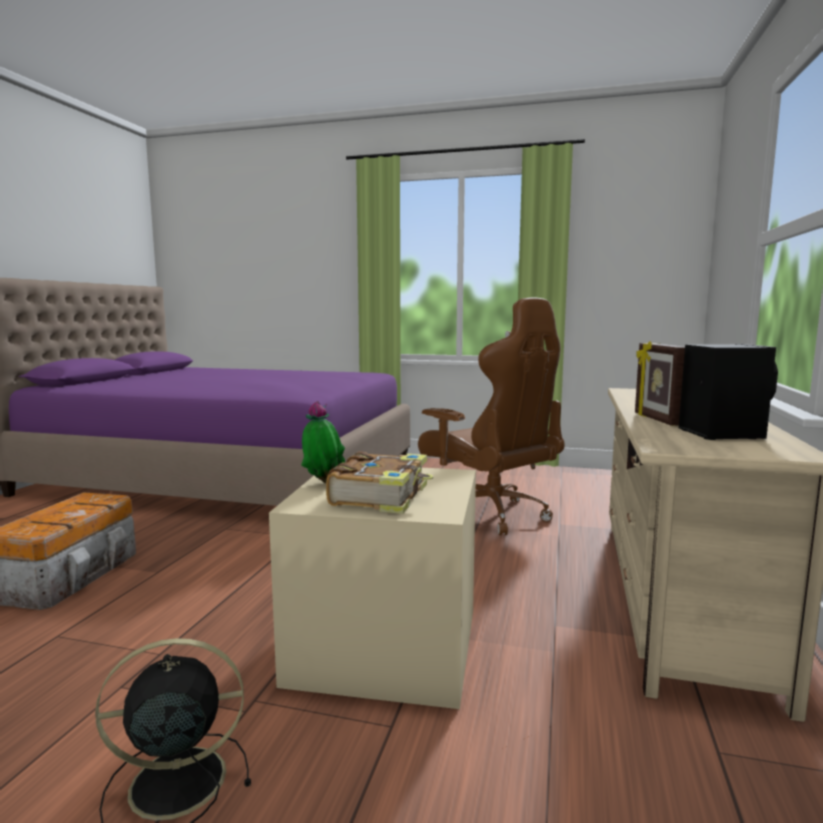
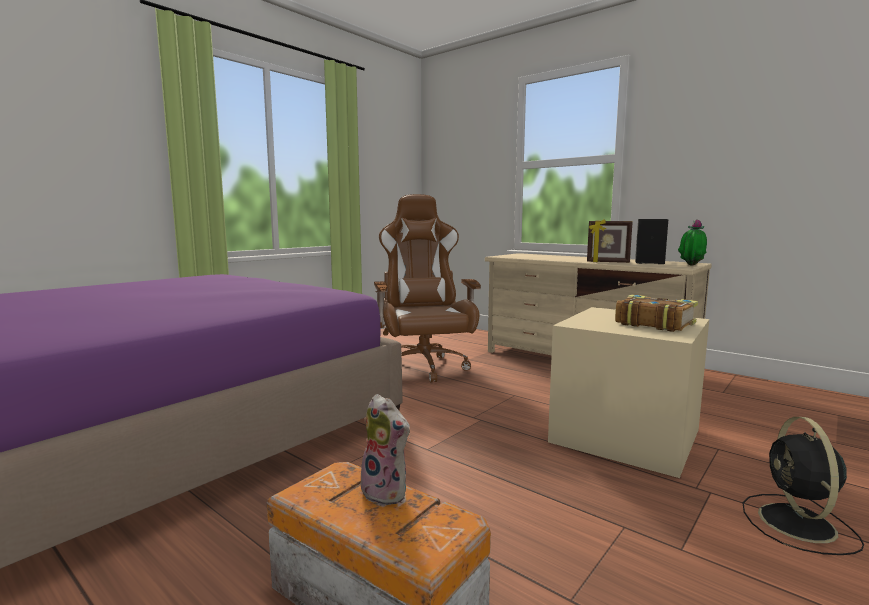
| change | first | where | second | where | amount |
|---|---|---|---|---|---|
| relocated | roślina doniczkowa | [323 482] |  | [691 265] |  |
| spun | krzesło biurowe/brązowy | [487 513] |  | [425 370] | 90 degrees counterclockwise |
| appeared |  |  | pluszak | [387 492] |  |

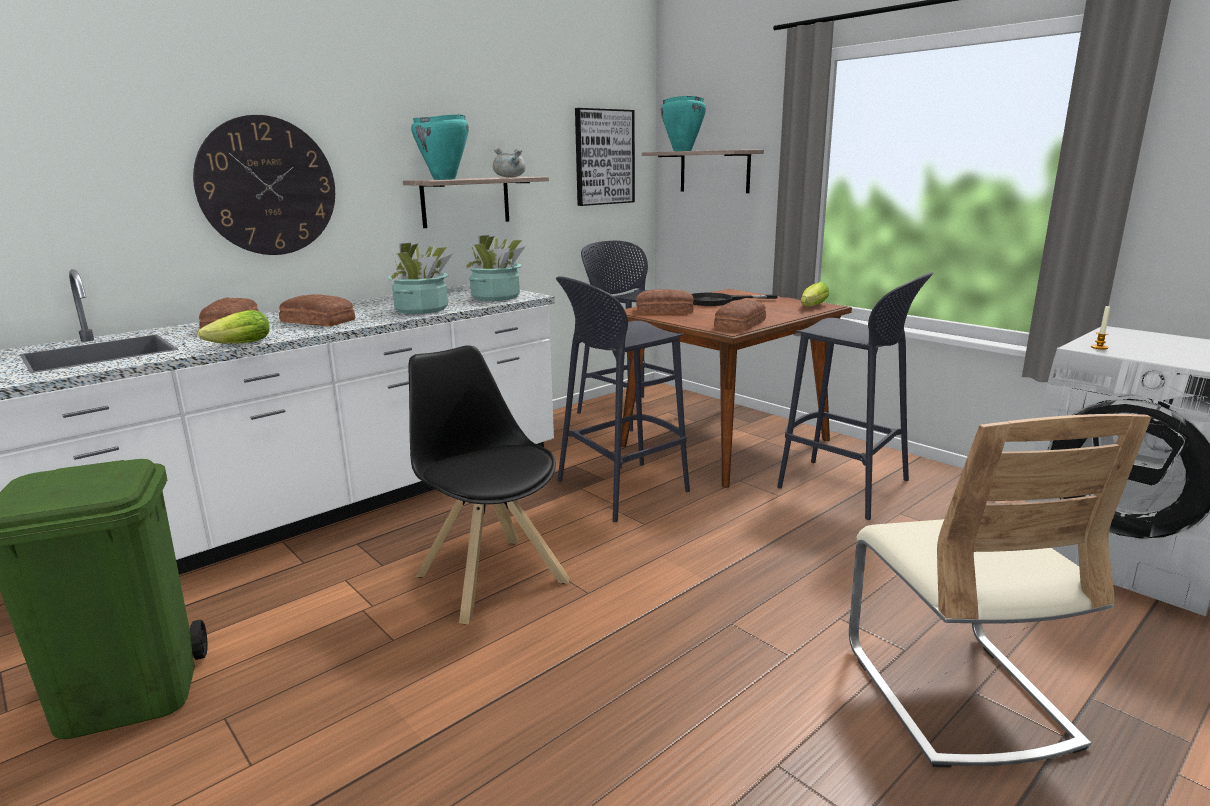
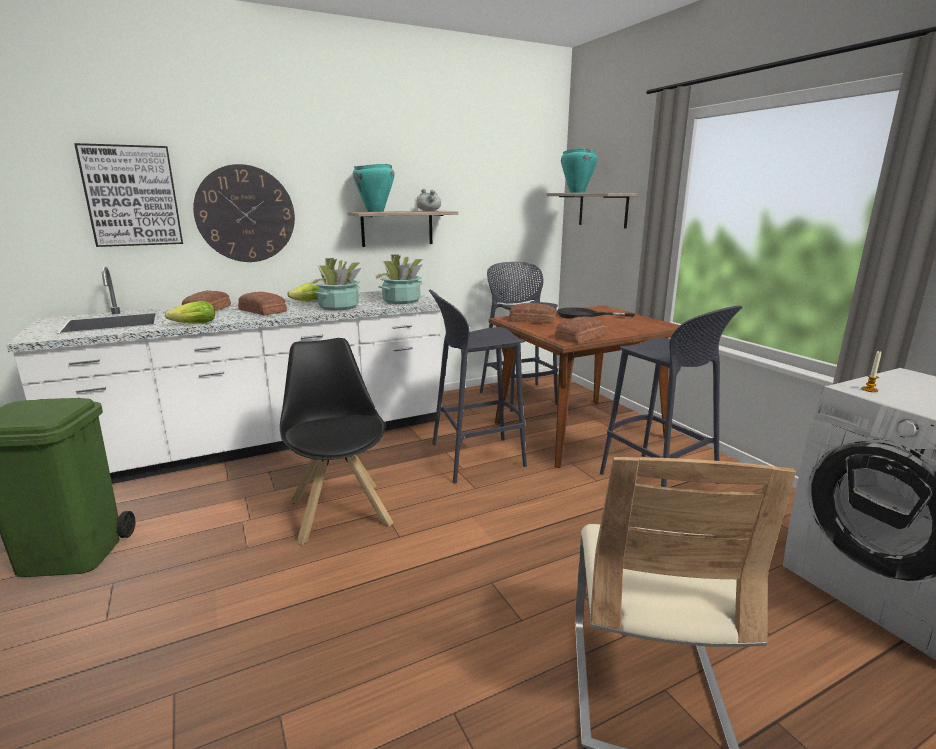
| change | first | where | second | where | amount |
|---|---|---|---|---|---|
| relocated | obraz | [604 157] |  | [132 196] |  |
| relocated | sałata | [811 307] |  | [306 301] |  |

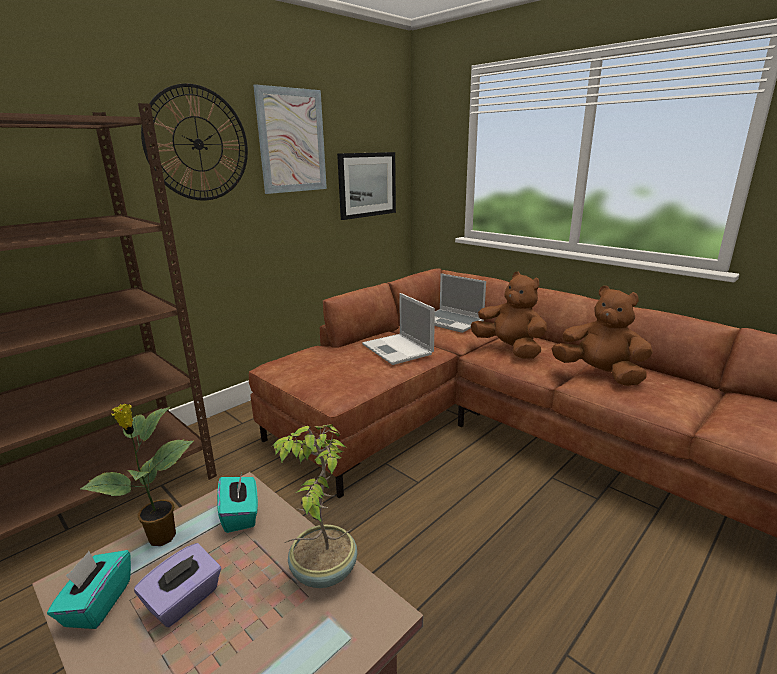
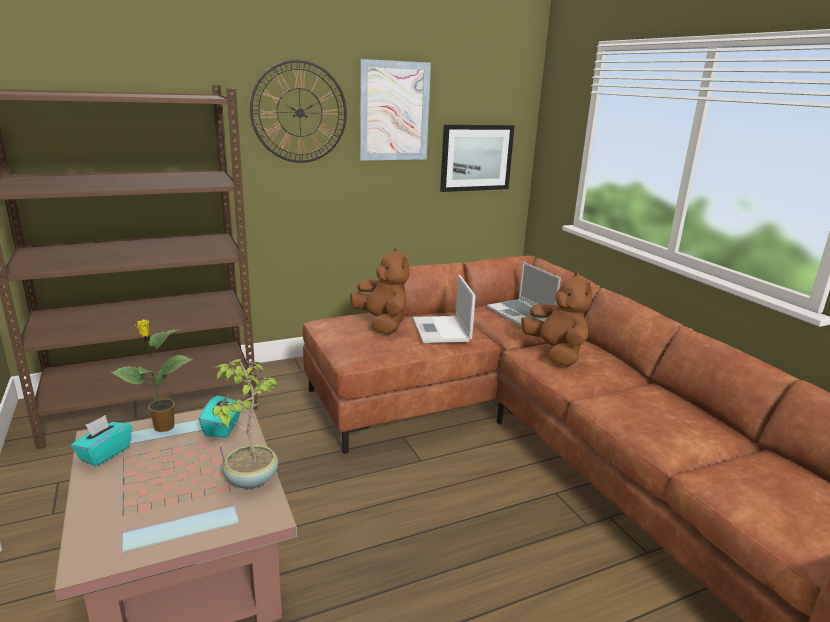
| change | first | where | second | where | amount |
|---|---|---|---|---|---|
| missing | pudełko chusteczek/fioletowy | [184 600] |  |  |  |
| relocated | pluszak/brązowy | [599 374] |  | [382 324] |  |

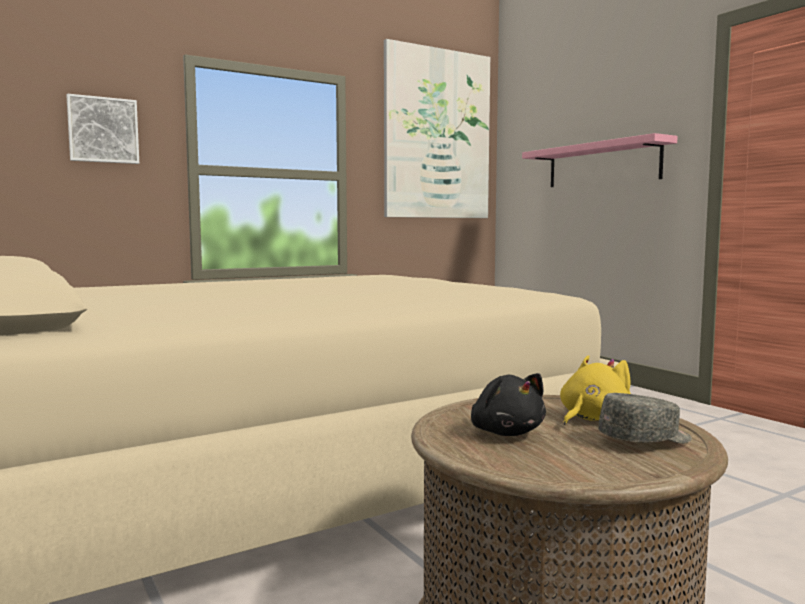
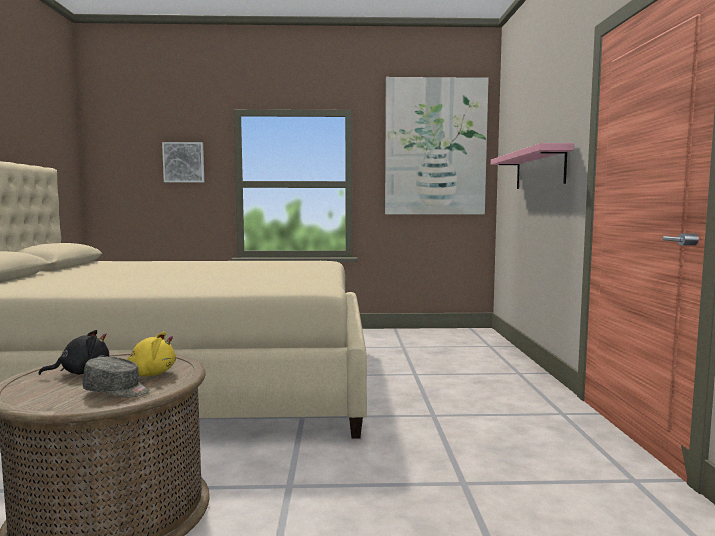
| change | first | where | second | where | amount |
|---|---|---|---|---|---|
| spun | pluszak/czarny | [505 432] |  | [81 372] | 120 degrees counterclockwise |

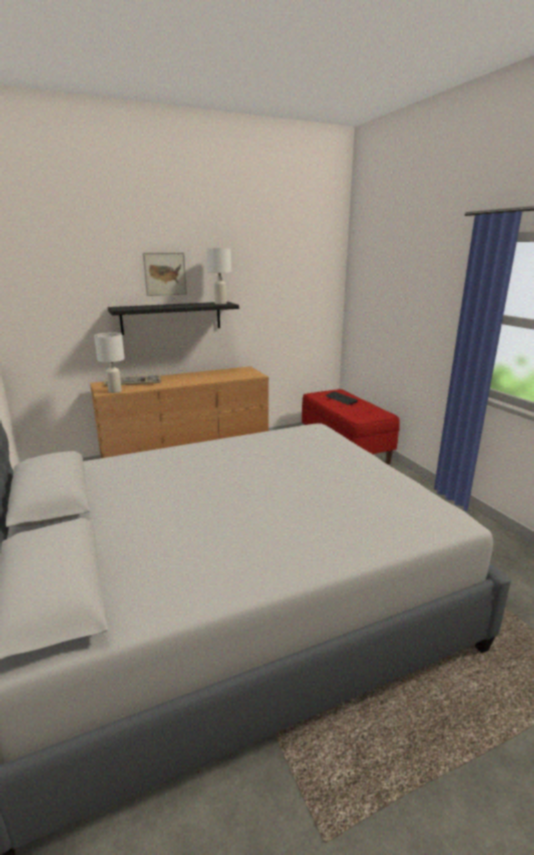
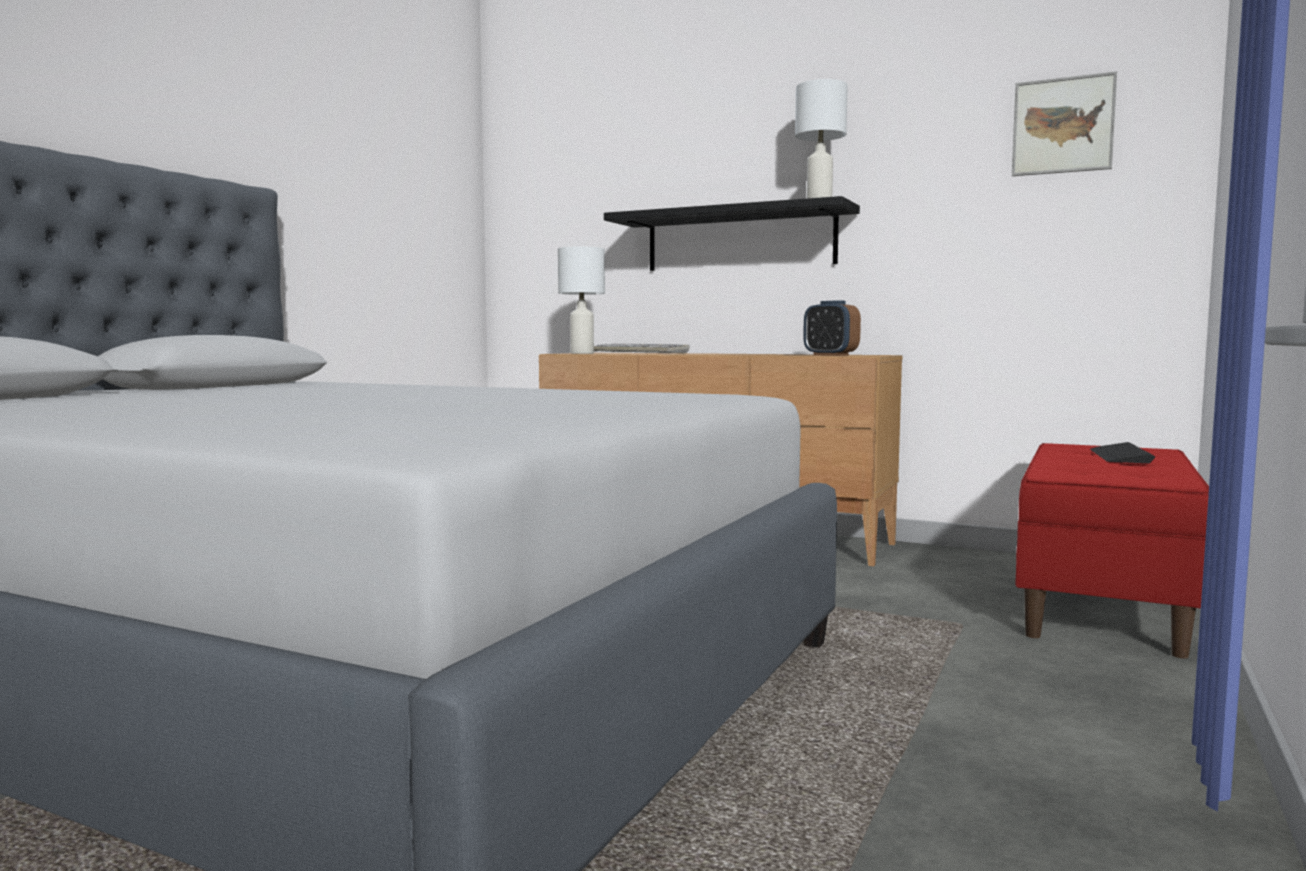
| change | first | where | second | where | amount |
|---|---|---|---|---|---|
| relocated | obraz | [165 274] |  | [1063 125] |  |
| appeared |  |  | budzik | [830 355] |  |

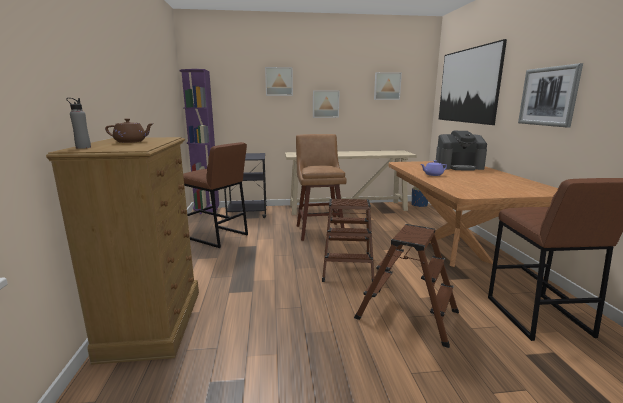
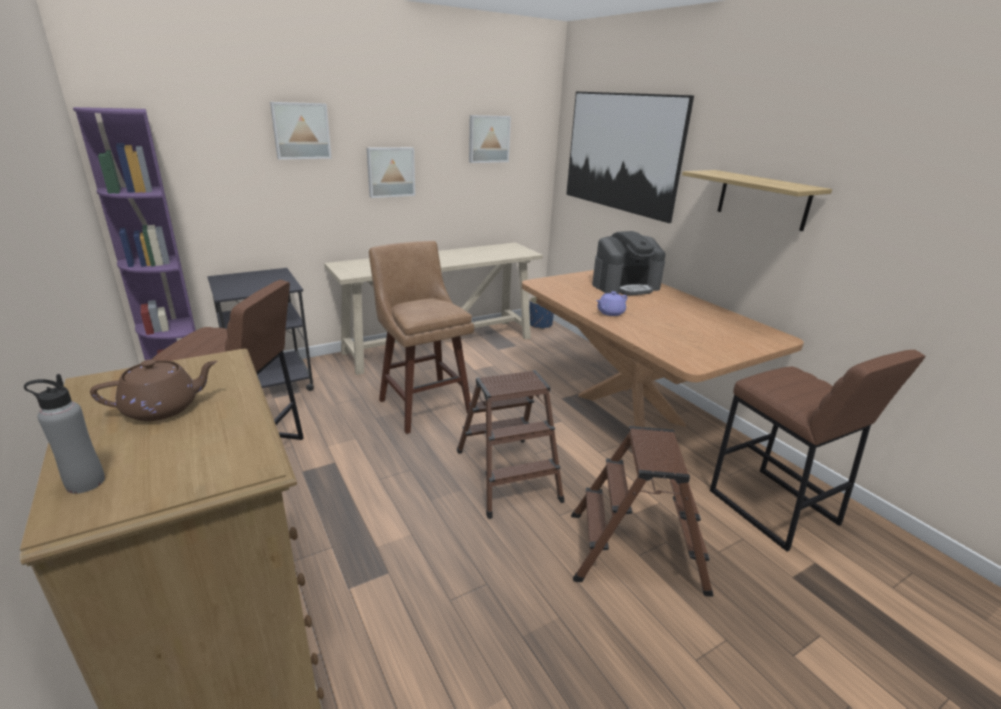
| change | first | where | second | where | amount |
|---|---|---|---|---|---|
| exchanged | obraz | [548 96] | półka | [762 199] |  |

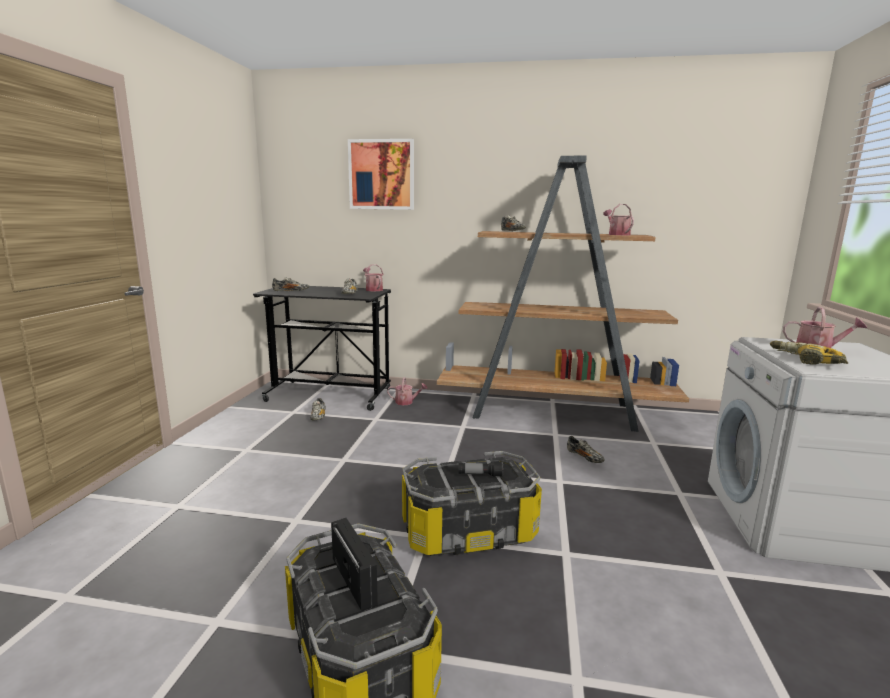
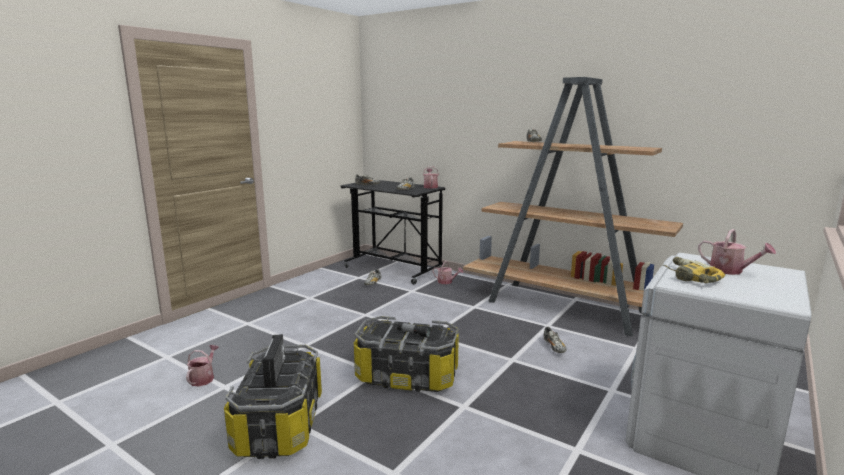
| change | first | where | second | where | amount |
|---|---|---|---|---|---|
| missing | obraz | [381 175] |  |  |  |
| relocated | konewka | [617 234] |  | [204 378] |  |

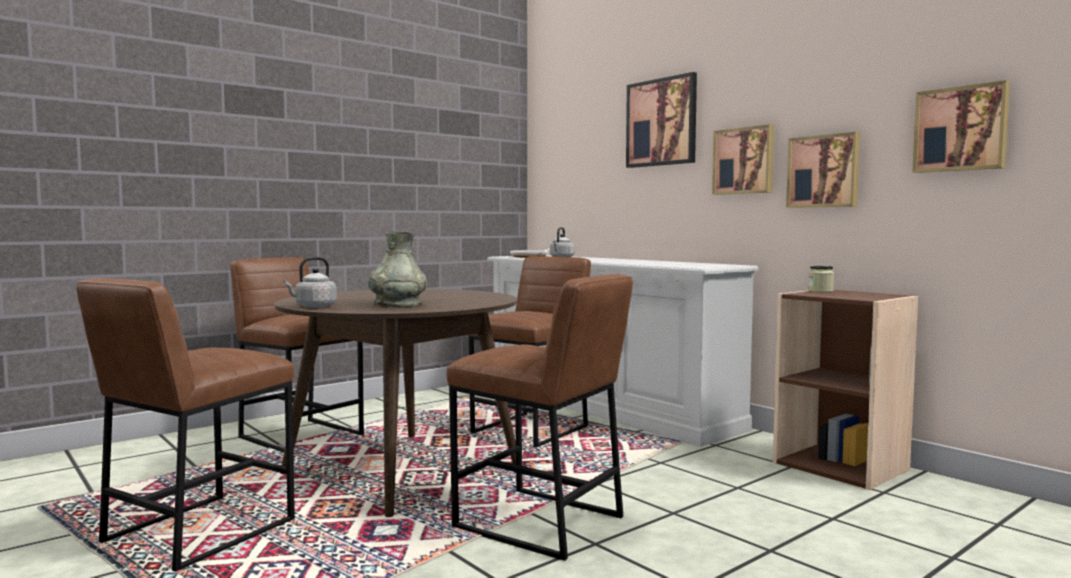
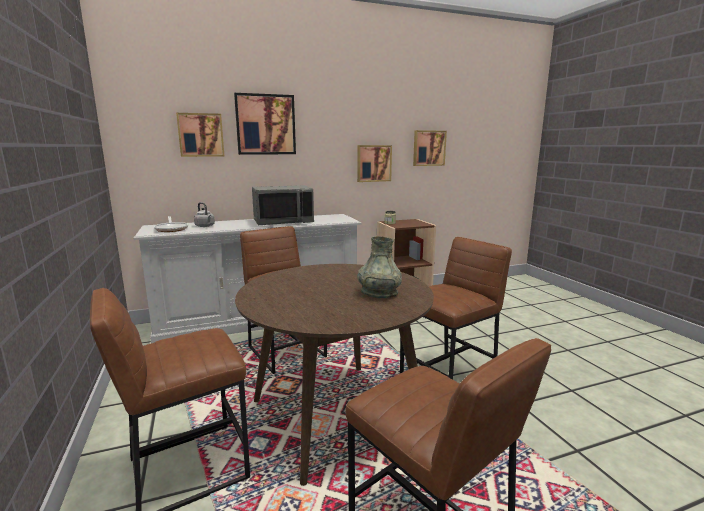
| change | first | where | second | where | amount |
|---|---|---|---|---|---|
| missing | czajnik/szary | [313 306] |  |  |  |
| relocated | obraz | [744 161] |  | [201 135] |  |
| appeared |  |  | mikrofalówka/szary | [283 222] |  |

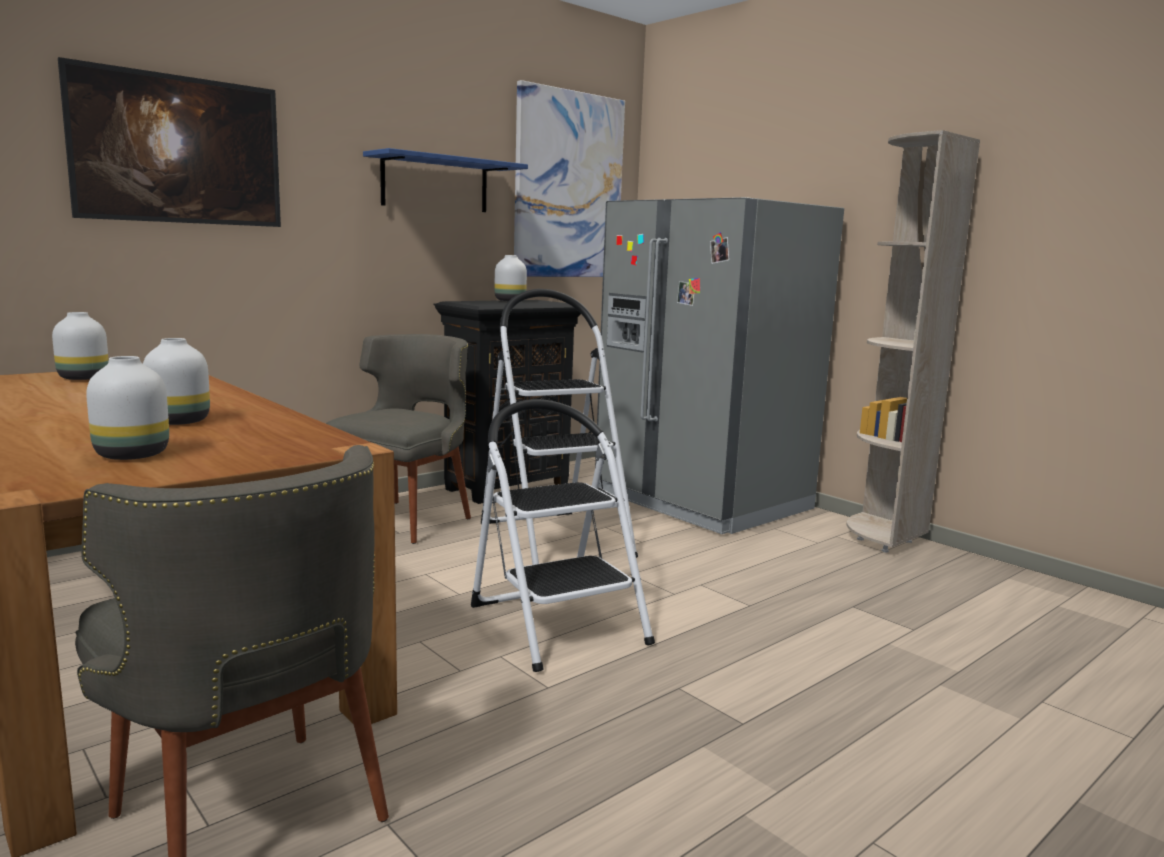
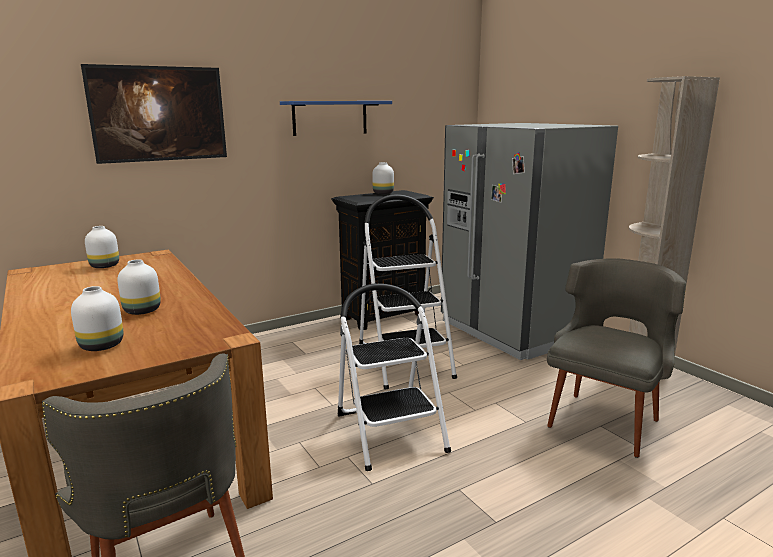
| change | first | where | second | where | amount |
|---|---|---|---|---|---|
| relocated | krzesło/szary | [403 522] |  | [602 424] |  |
| missing | obraz | [568 186] |  |  |  |

